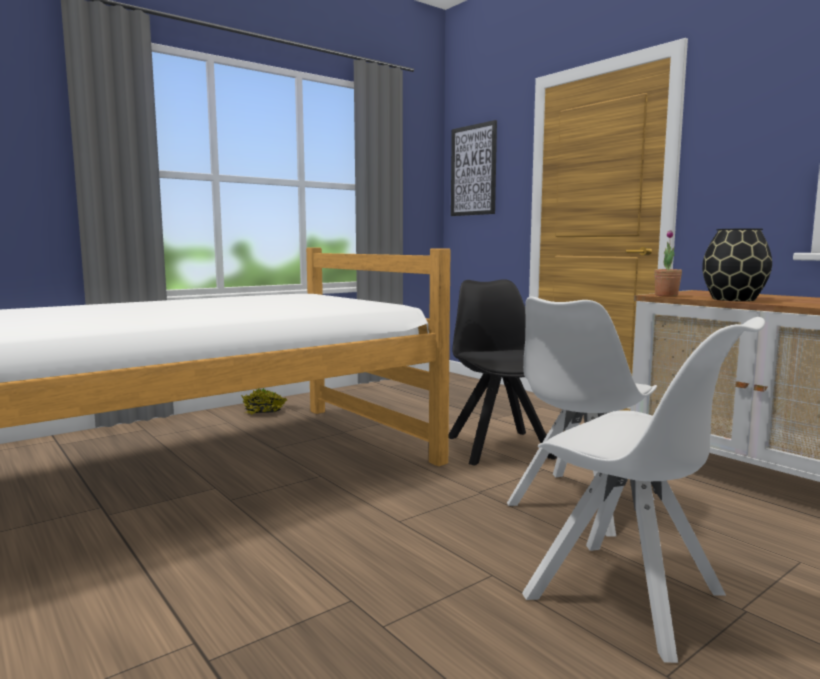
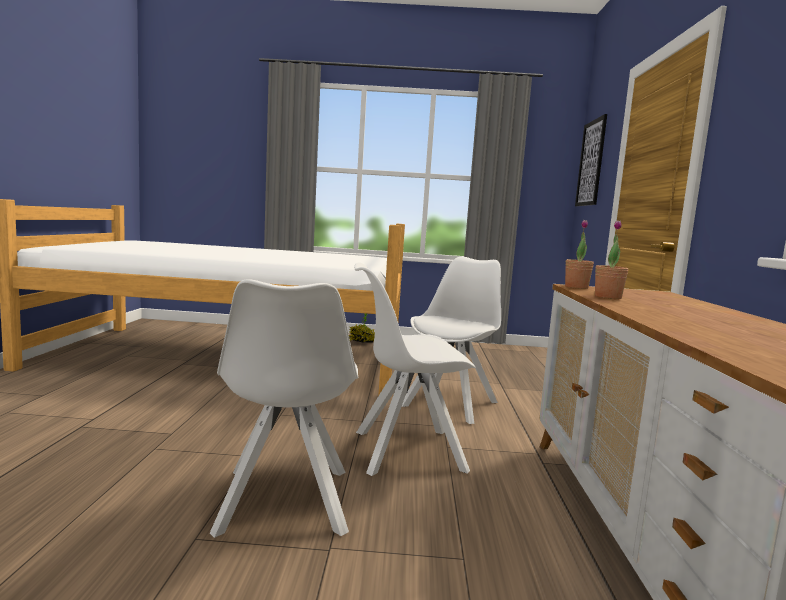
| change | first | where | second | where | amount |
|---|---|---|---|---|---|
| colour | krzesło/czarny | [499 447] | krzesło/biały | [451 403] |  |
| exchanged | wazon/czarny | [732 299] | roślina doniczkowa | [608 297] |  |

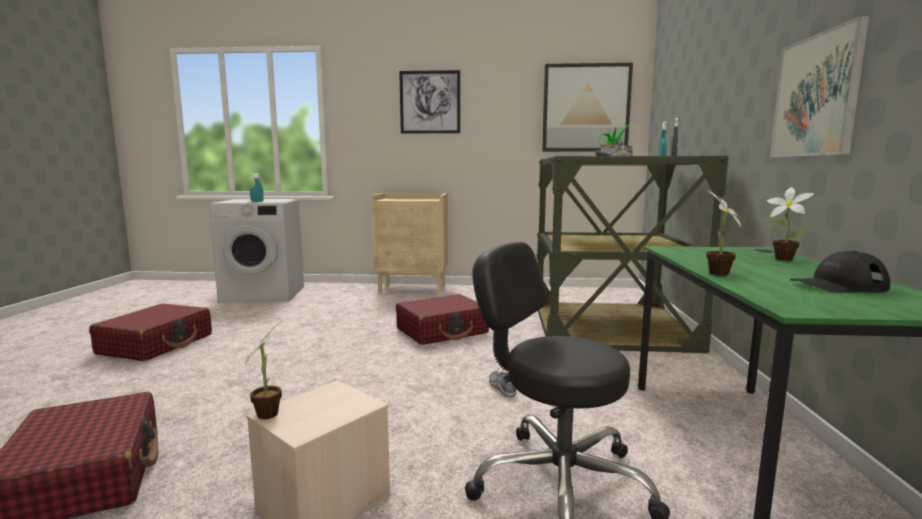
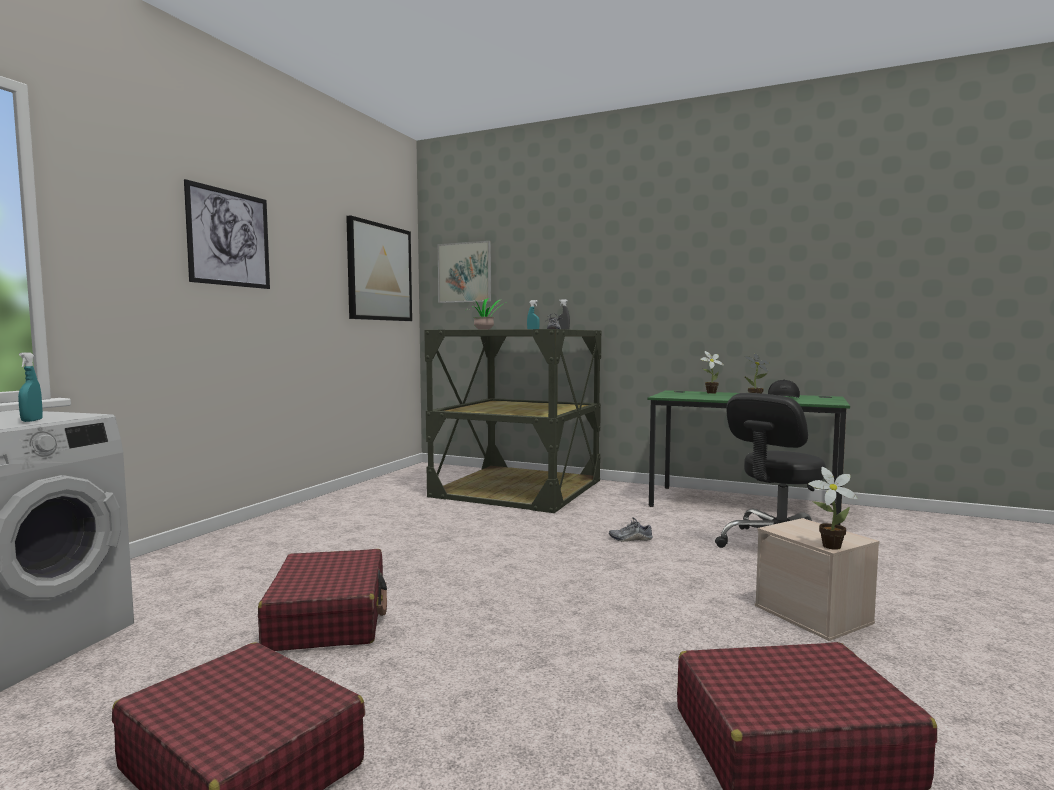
| change | first | where | second | where | amount |
|---|---|---|---|---|---|
| missing | szafka/beżowy | [413 289] |  |  |  |
| relocated | walizka/czerwony | [442 331] |  | [329 617] |  |
| relocated | obraz | [816 96] |  | [464 272] |  |

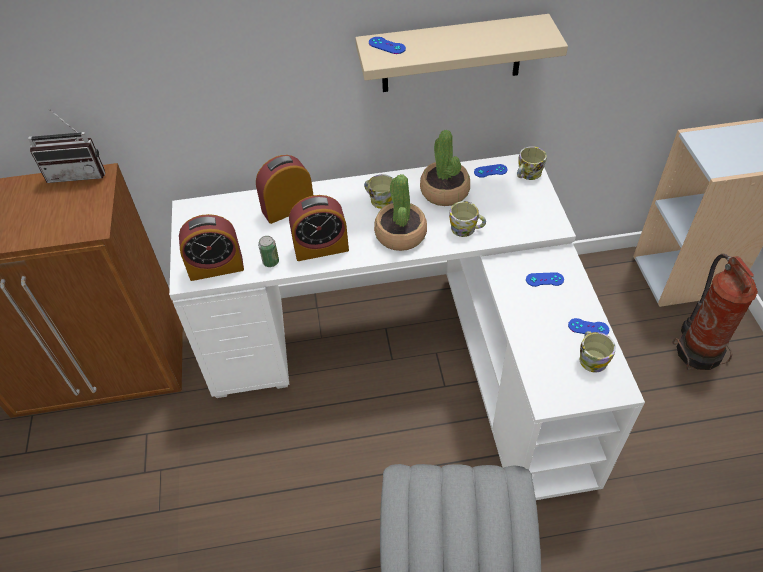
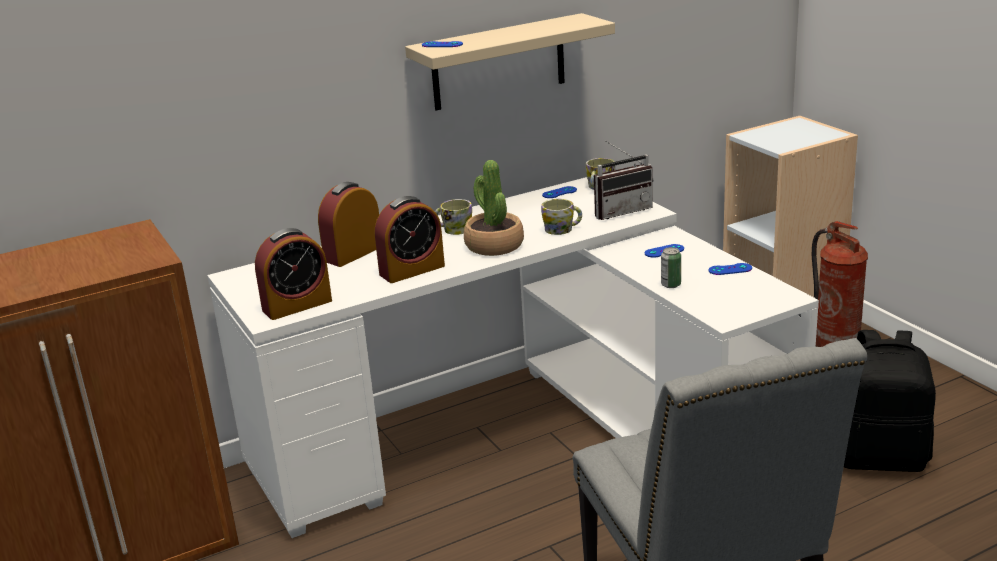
| change | first | where | second | where | amount |
|---|---|---|---|---|---|
| relocated | radio | [78 172] |  | [620 211] |  |
| relocated | puszka | [271 262] |  | [671 285] |  |
| missing | roślina doniczkowa | [445 191] |  |  |  |
| missing | kubek | [591 357] |  |  |  |
| appeared |  |  | plecak/czarny | [879 457] |  |

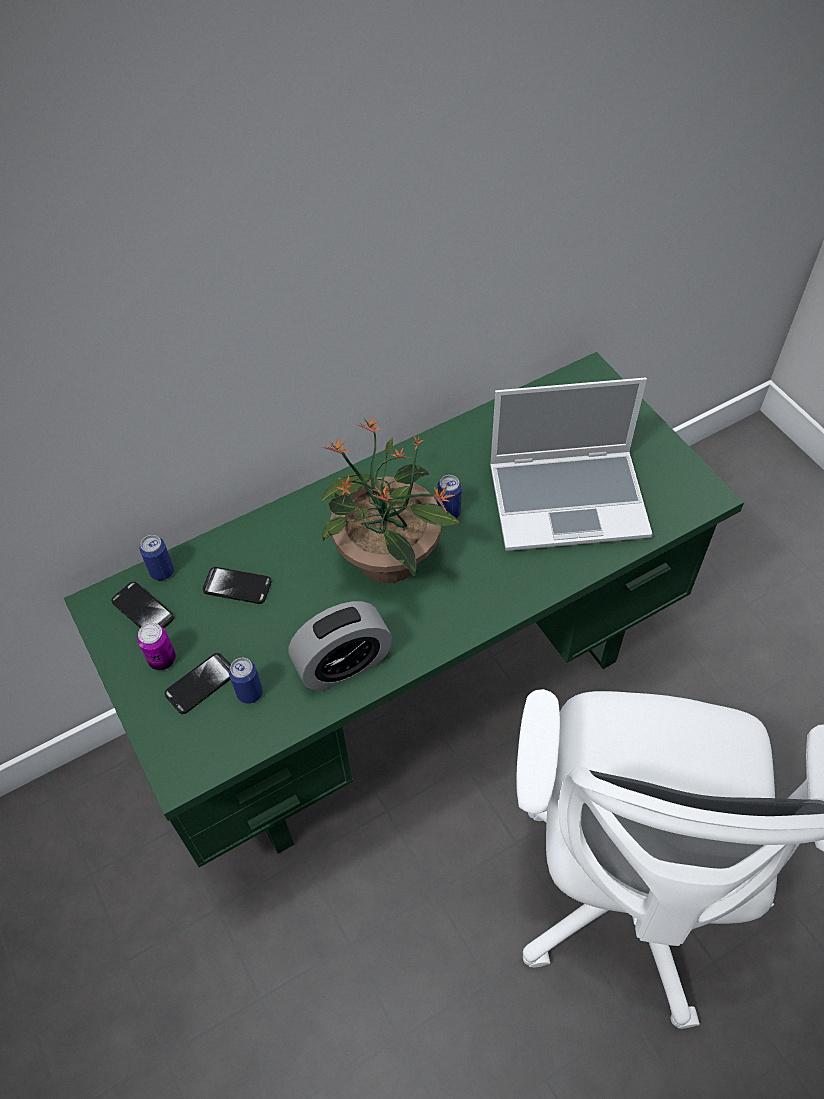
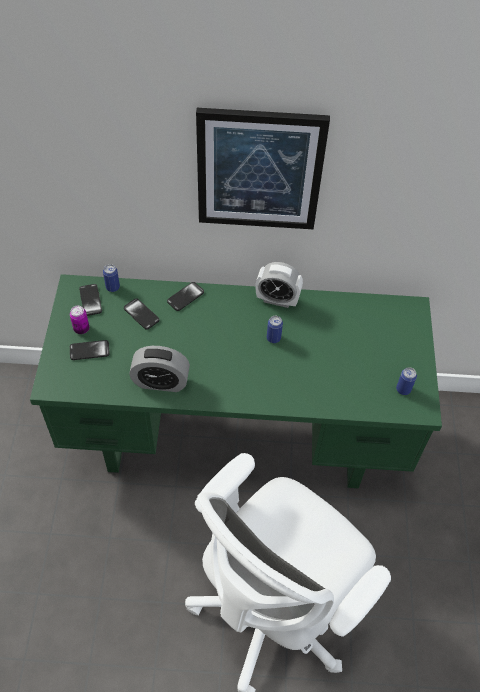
| change | first | where | second | where | amount |
|---|---|---|---|---|---|
| relocated | puszka | [250 693] |  | [403 389] |  |
| missing | roślina doniczkowa | [388 558] |  |  |  |
| missing | laptop | [569 500] |  |  |  |
| appeared |  |  | telefon | [185 297] |  |
| appeared |  |  | obraz | [259 170] |  |
| appeared |  |  | budzik | [277 300] |  |

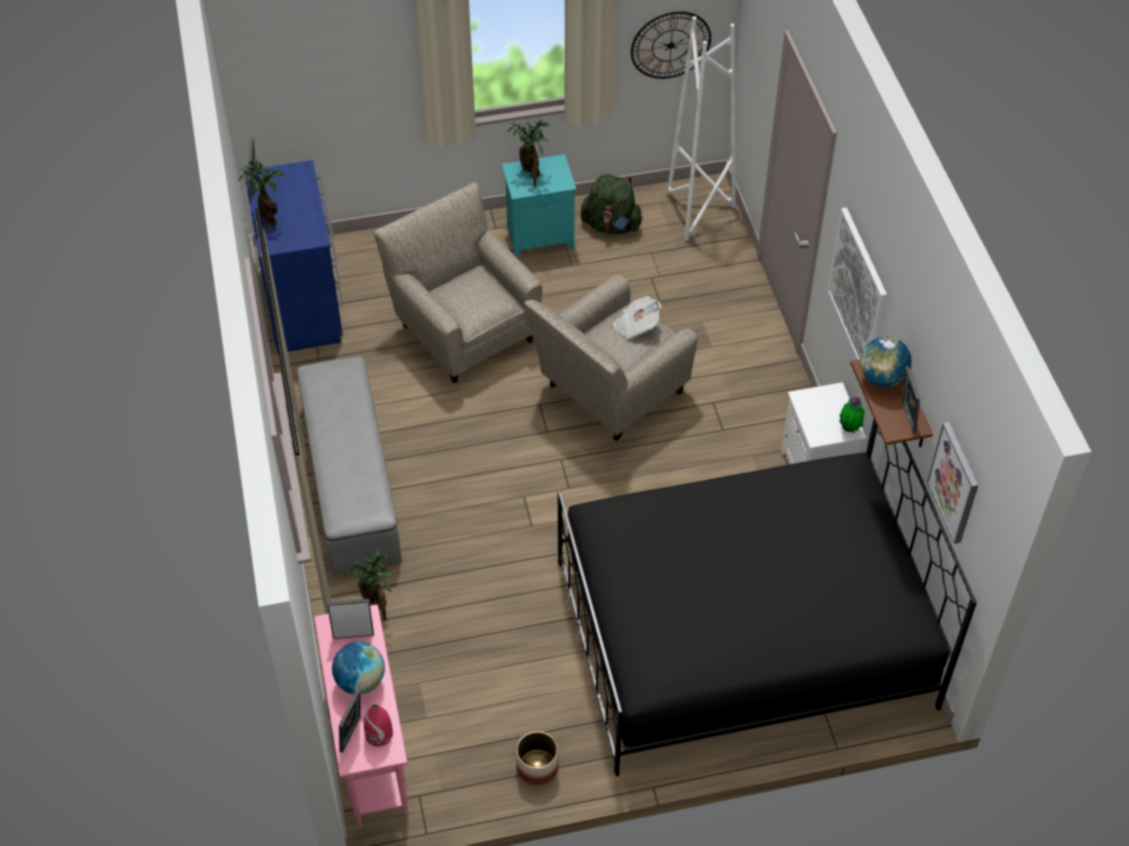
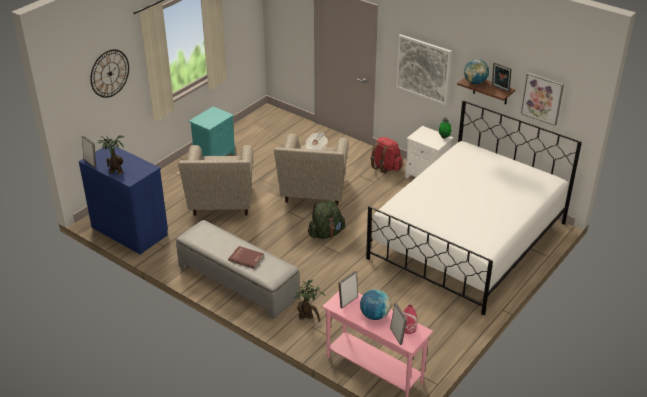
| change | first | where | second | where | amount |
|---|---|---|---|---|---|
| spun | fotel/beżowy | [464 330] |  | [221 203] | 105 degrees counterclockwise |
| missing | roślina doniczkowa | [531 174] |  |  |  |
| missing | donica | [537 767] |  |  |  |
| colour | łóżko/czarny | [744 633] | łóżko/biały | [468 240] |  |
| relocated | plecak/zielony | [611 225] |  | [326 233] |  |
| relocated | zegar ścienny | [670 45] |  | [110 73] |  |
| missing | wieszak/biały | [696 214] |  |  |  |
| appeared |  |  | książka/czerwony | [246 258] |  |
| appeared |  |  | plecak/czerwony | [385 167] |  |

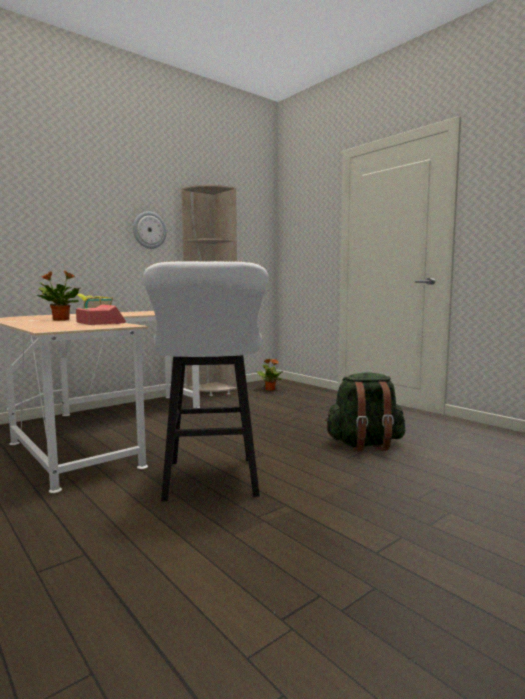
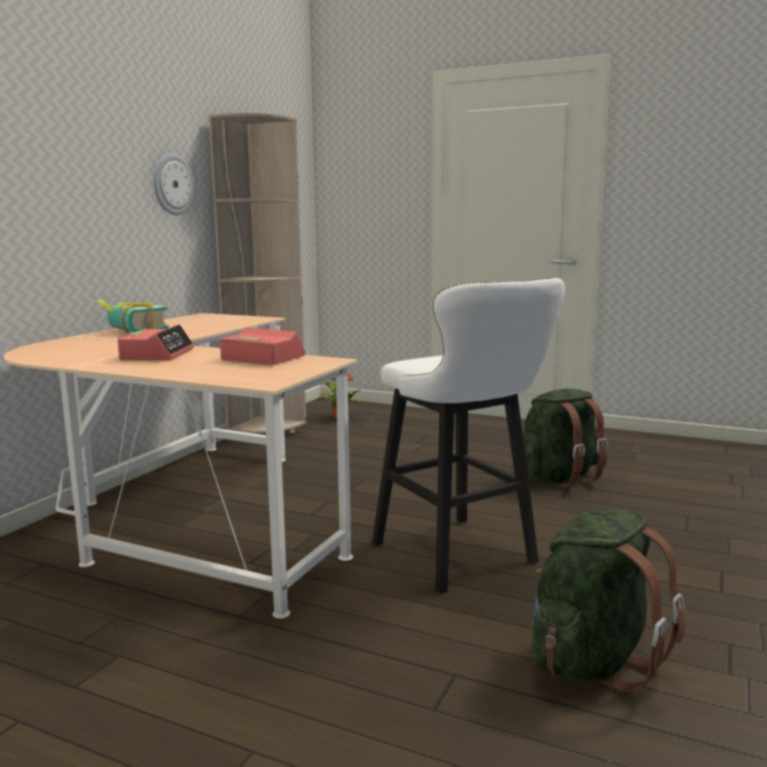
| change | first | where | second | where | amount |
|---|---|---|---|---|---|
| exchanged | roślina doniczkowa | [60 320] | budzik | [157 354] |  |
| appeared |  |  | plecak/zielony | [593 660] |  |

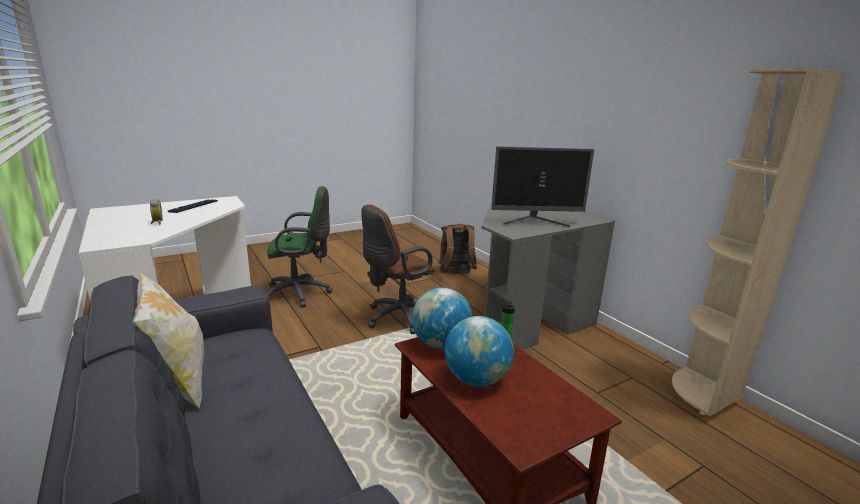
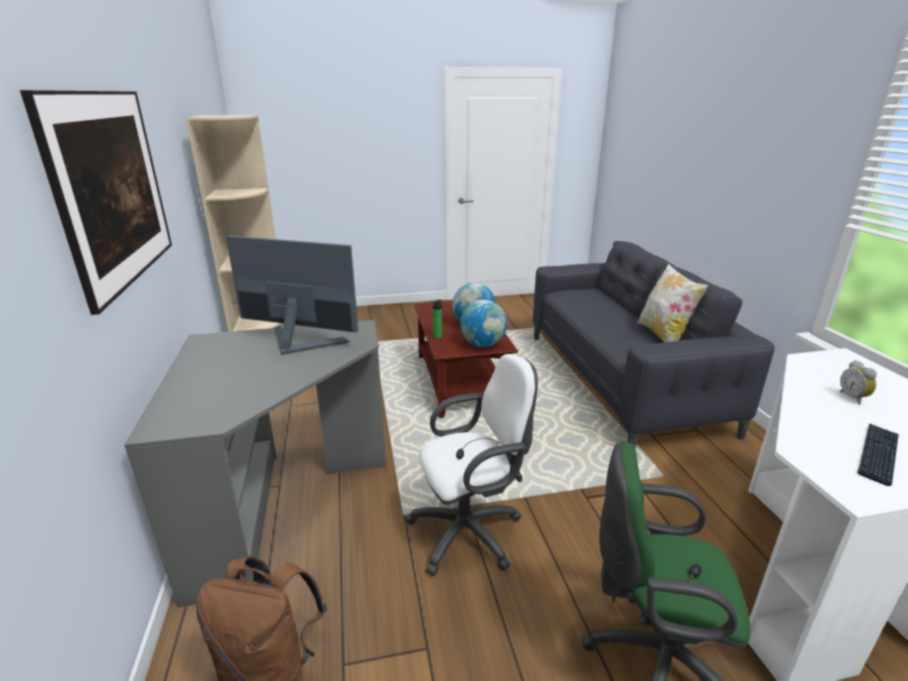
| change | first | where | second | where | amount |
|---|---|---|---|---|---|
| colour | krzesło biurowe/brązowy | [397 318] | krzesło biurowe/biały | [471 532] |  |
| appeared |  |  | obraz | [124 232] |  |

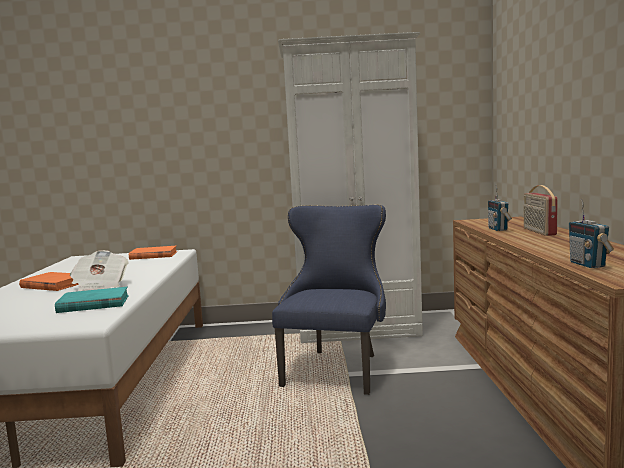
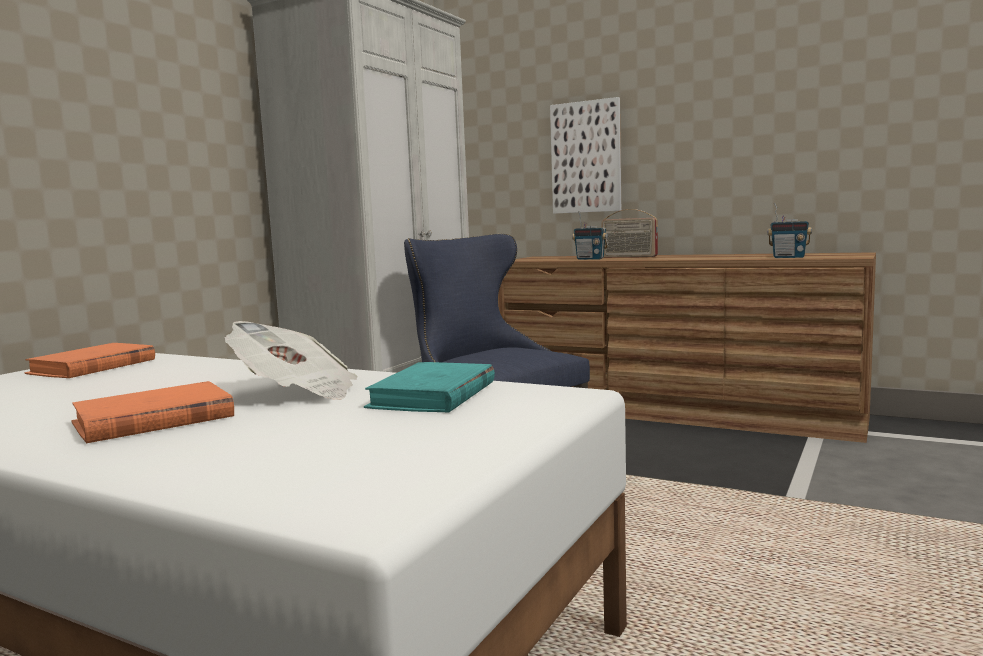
| change | first | where | second | where | amount |
|---|---|---|---|---|---|
| appeared |  |  | obraz | [586 157] |  |

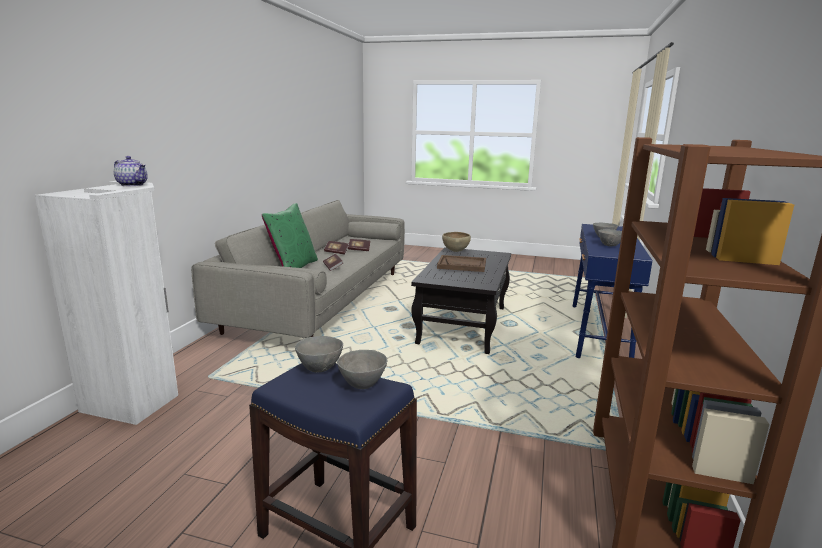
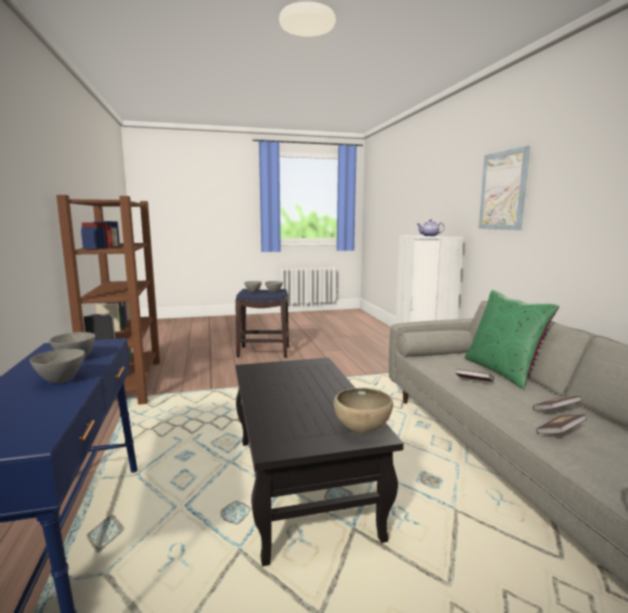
| change | first | where | second | where | amount |
|---|---|---|---|---|---|
| missing | taca/brązowy | [462 265] |  |  |  |
| appeared |  |  | obraz | [503 190] |  |

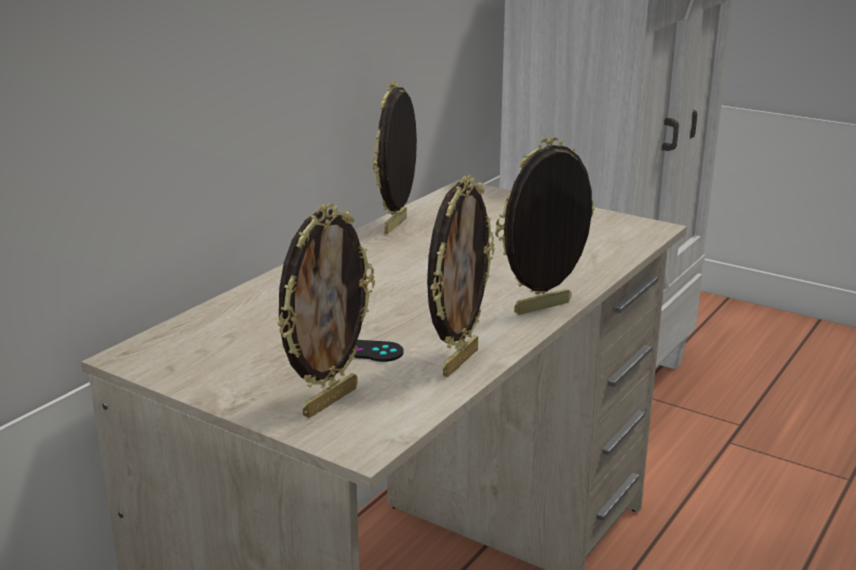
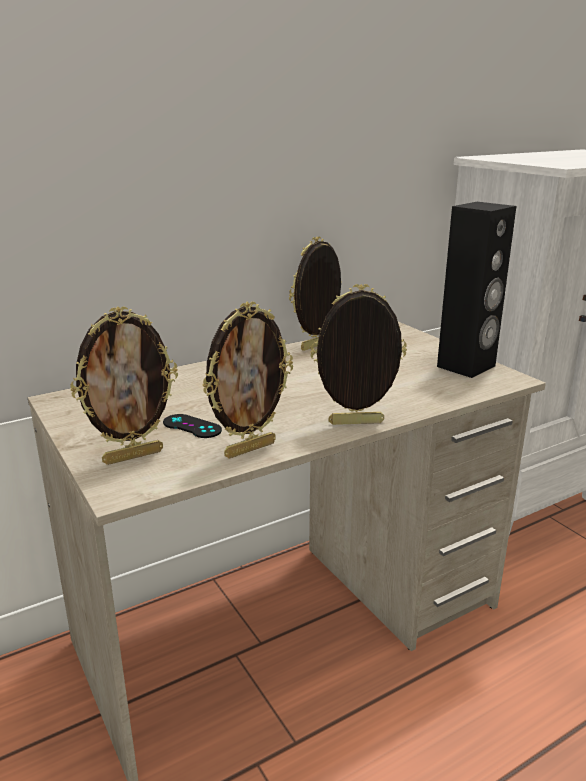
| change | first | where | second | where | amount |
|---|---|---|---|---|---|
| appeared |  |  | głośnik/czarny | [466 366] |  |

